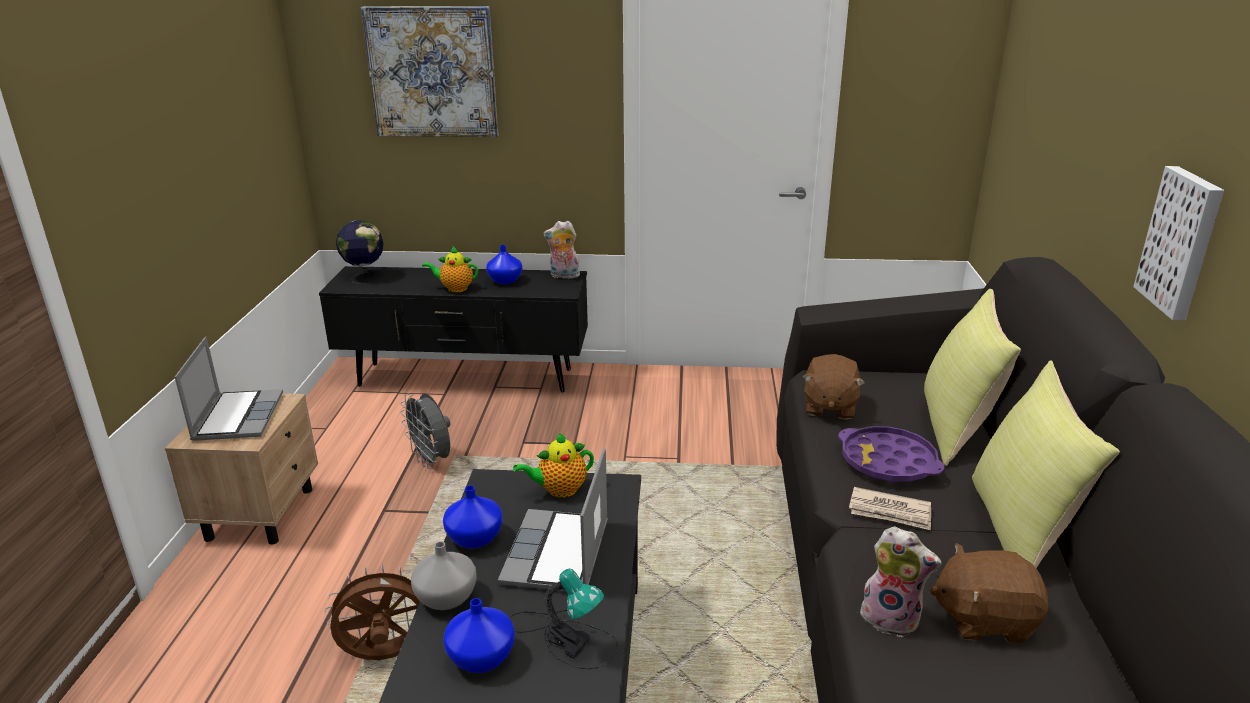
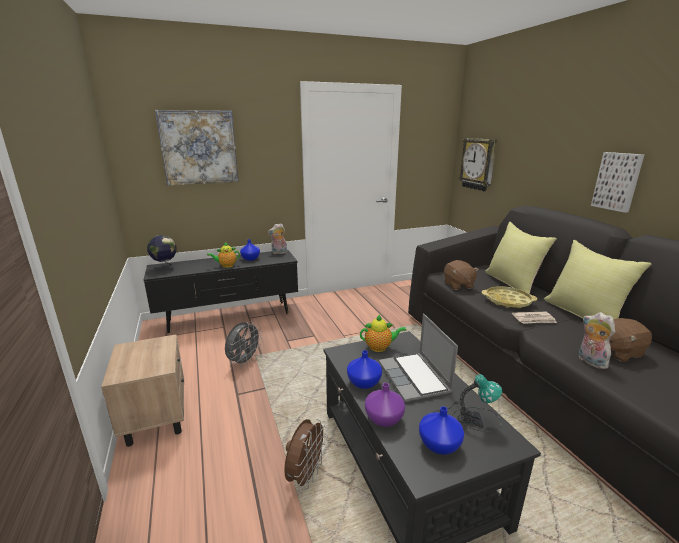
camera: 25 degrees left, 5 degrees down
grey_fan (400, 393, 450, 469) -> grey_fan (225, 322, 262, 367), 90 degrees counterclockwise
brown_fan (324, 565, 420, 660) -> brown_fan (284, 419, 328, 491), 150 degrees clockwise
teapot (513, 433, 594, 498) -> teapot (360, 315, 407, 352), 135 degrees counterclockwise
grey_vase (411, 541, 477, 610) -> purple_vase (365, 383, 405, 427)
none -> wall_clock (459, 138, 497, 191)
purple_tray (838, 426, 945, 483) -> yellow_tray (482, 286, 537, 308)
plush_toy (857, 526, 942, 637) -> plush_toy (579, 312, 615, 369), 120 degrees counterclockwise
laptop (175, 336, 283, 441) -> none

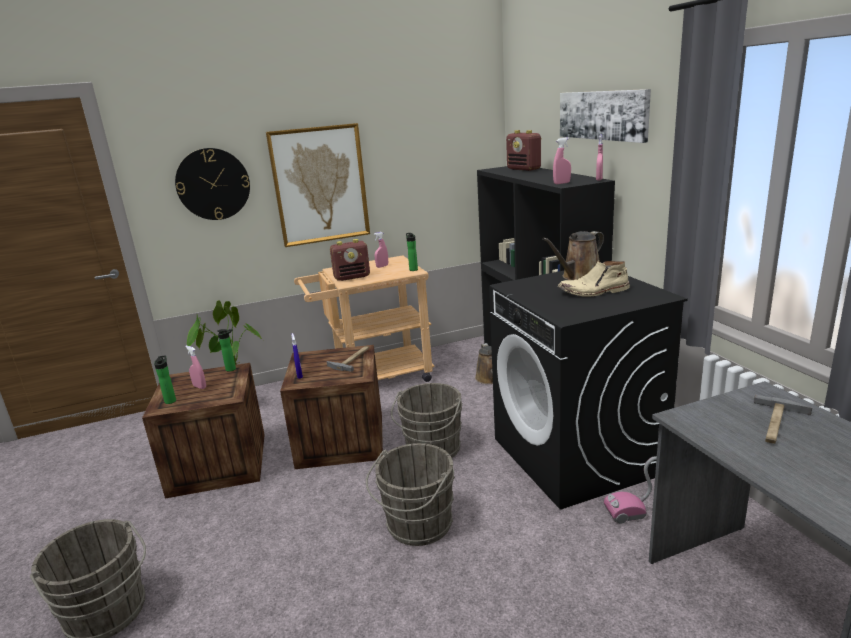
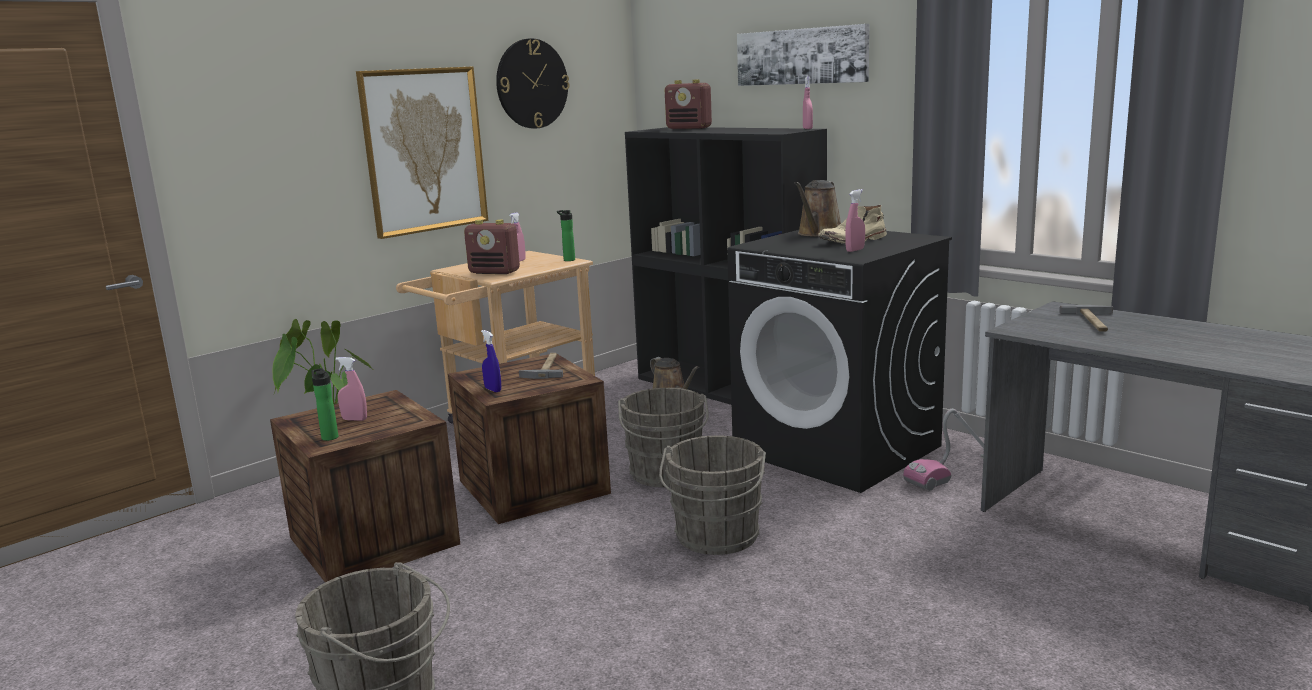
camera: 25 degrees left, 5 degrees down
radio (330, 239, 370, 281) -> radio (464, 220, 520, 274), 60 degrees clockwise
wall_clock (175, 148, 250, 220) -> wall_clock (496, 38, 570, 128), shifted
pink_spray_bottle (553, 137, 571, 184) -> pink_spray_bottle (845, 189, 865, 252), shifted
bottle (217, 329, 236, 372) -> none

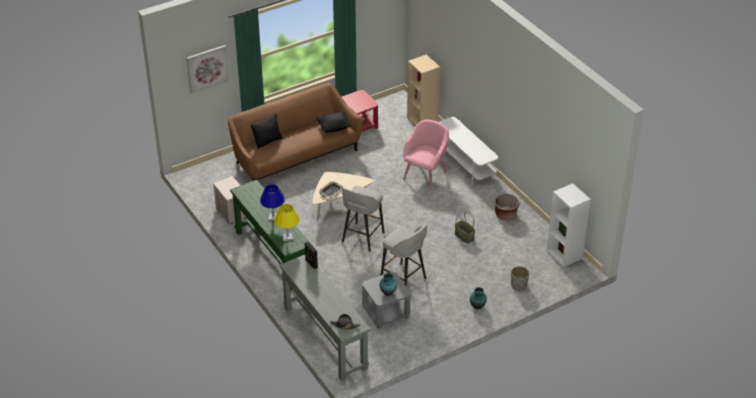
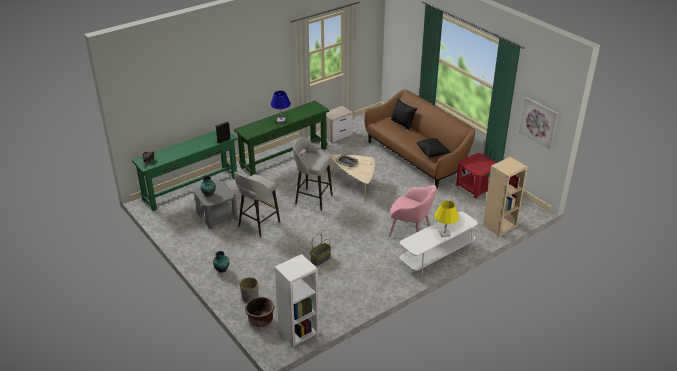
camera: 85 degrees right, 5 degrees down
grey_console_table (279, 255, 371, 381) -> green_console_table (132, 130, 238, 211)
brown_planter (494, 194, 520, 220) -> brown_planter (245, 297, 274, 327), shifted
yellow_table_lamp (274, 204, 299, 241) -> yellow_table_lamp (435, 201, 459, 237), shifted
picture (186, 45, 229, 94) -> picture (519, 97, 559, 149), shifted

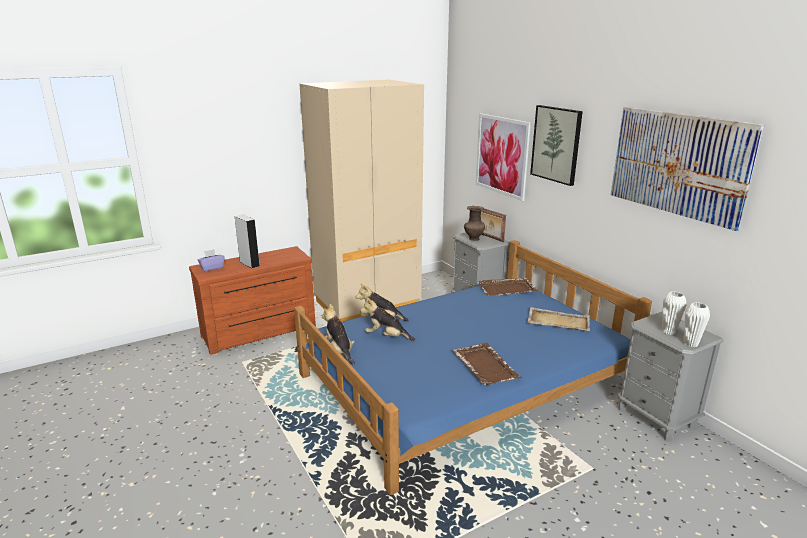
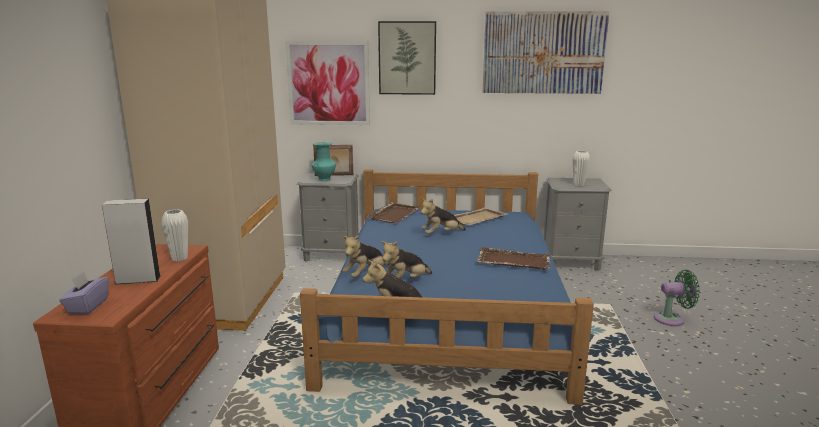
camera: 55 degrees left, 5 degrees down
white_vase (684, 302, 710, 347) -> white_vase (161, 209, 188, 261), shifted
brown_vase (464, 206, 485, 241) -> turquoise_vase (312, 142, 336, 181)
none -> plush_toy (421, 198, 466, 234)
none -> green_fan (654, 270, 700, 326)

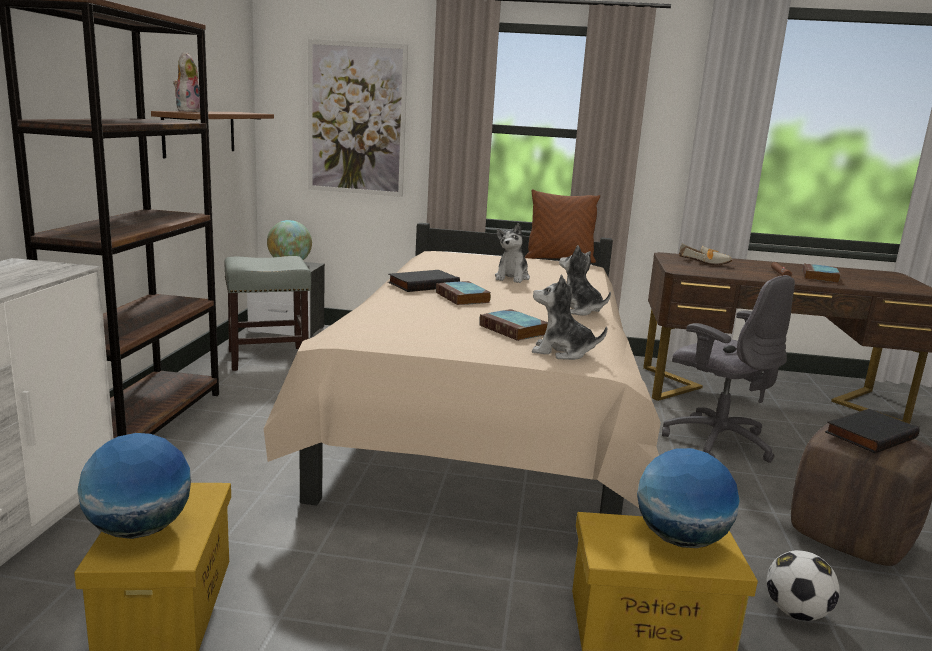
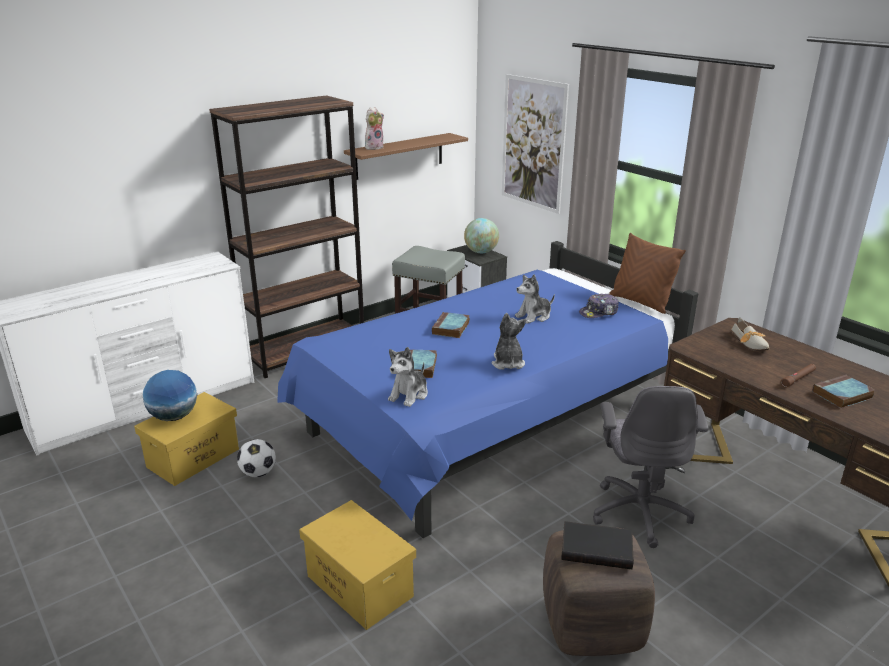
camera: 45 degrees right, 10 degrees up
football (767, 550, 840, 621) -> football (237, 439, 276, 477), shifted
beige_bed (264, 223, 661, 515) -> blue_bed (277, 241, 698, 538)
plush_toy (532, 274, 608, 360) -> plush_toy (388, 347, 428, 407), 120 degrees counterclockwise
none -> cap (579, 294, 619, 318)
black_book (388, 270, 460, 292) -> none
globe (637, 448, 740, 548) -> none

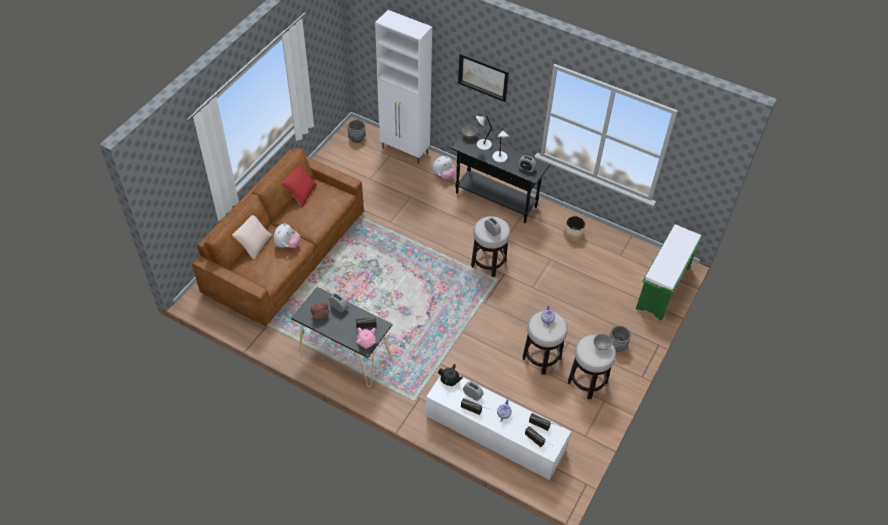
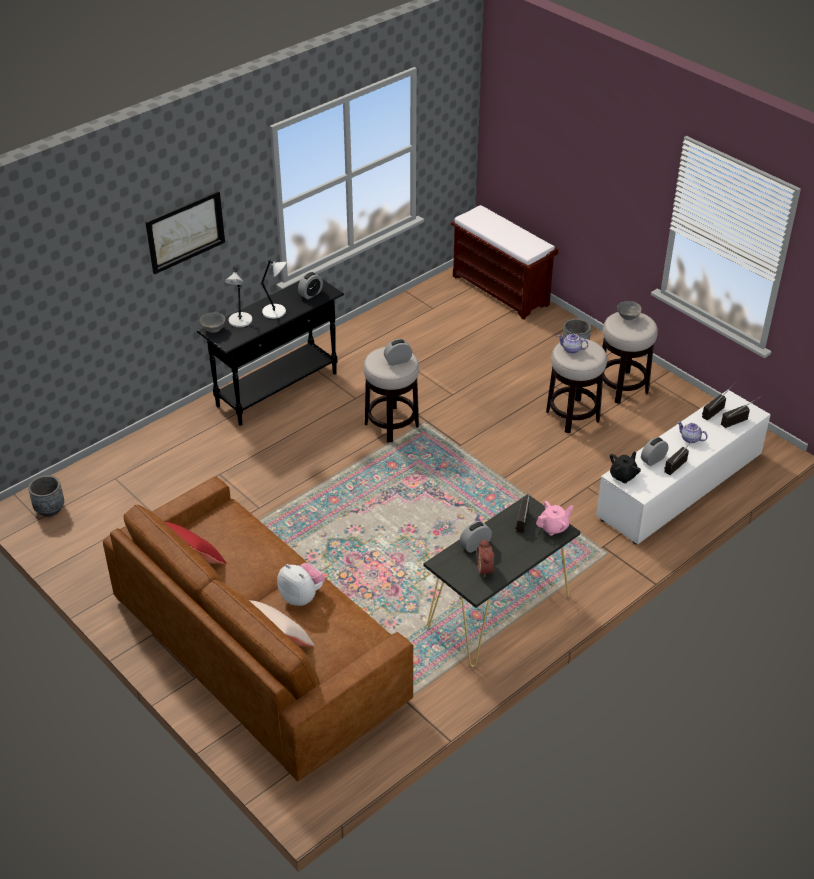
camera: 70 degrees left, 10 degrees down
green_bench (636, 224, 703, 321) -> brown_bench (451, 205, 558, 320)
white_cabinet (375, 10, 432, 164) -> none
plush_toy (432, 156, 455, 180) -> none
planter (564, 216, 585, 242) -> none

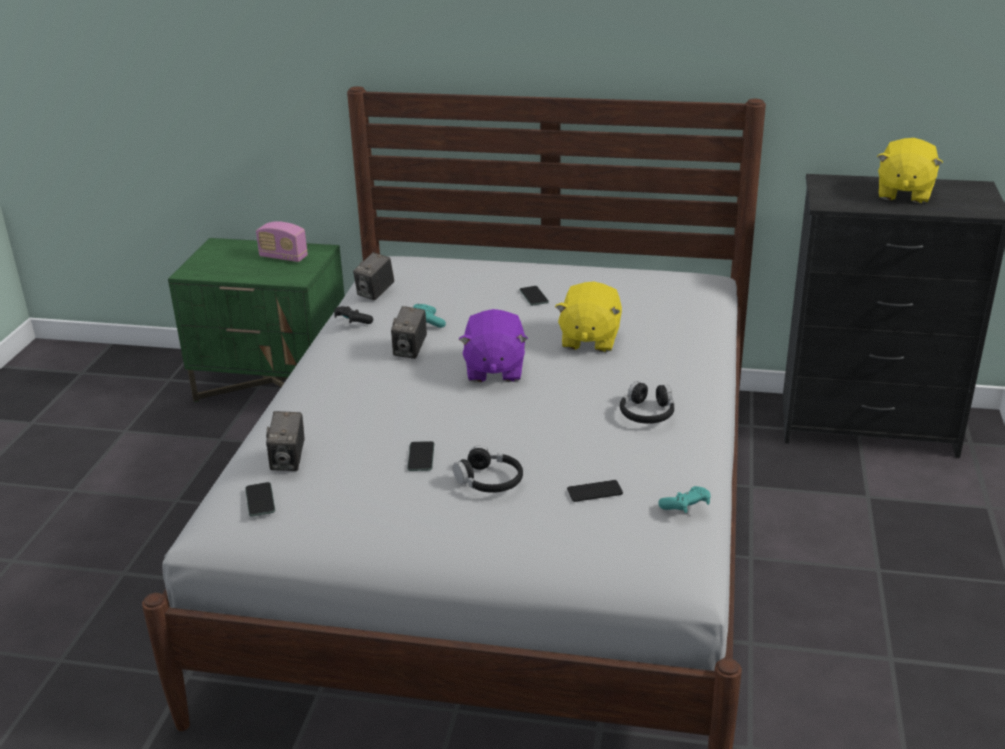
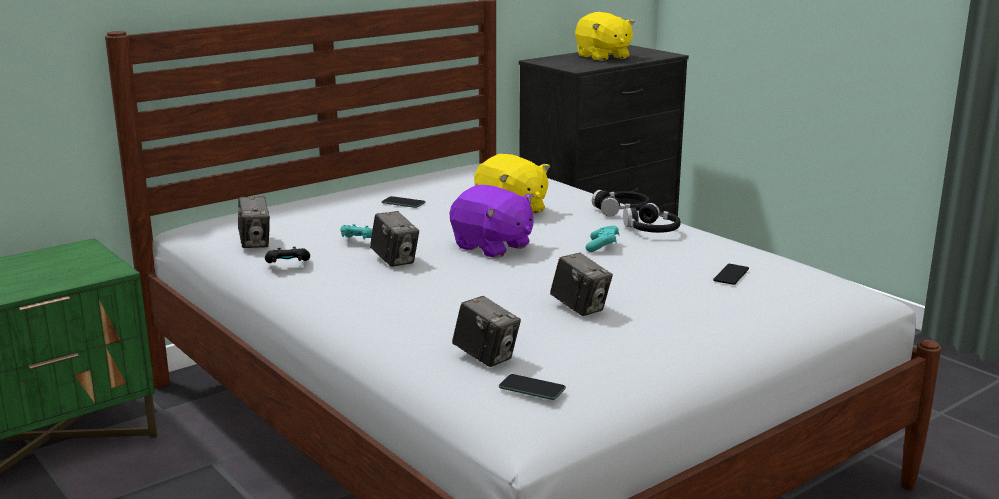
camera: 50 degrees left, 10 degrees down
phone (407, 441, 434, 471) -> photo_camera (550, 253, 613, 316)
turquoise_game_controller (658, 486, 711, 513) -> turquoise_game_controller (586, 226, 619, 252), shifted
black_headphones (453, 445, 523, 493) -> black_headphones (592, 190, 650, 217), shifted
radio (256, 221, 308, 262) -> none

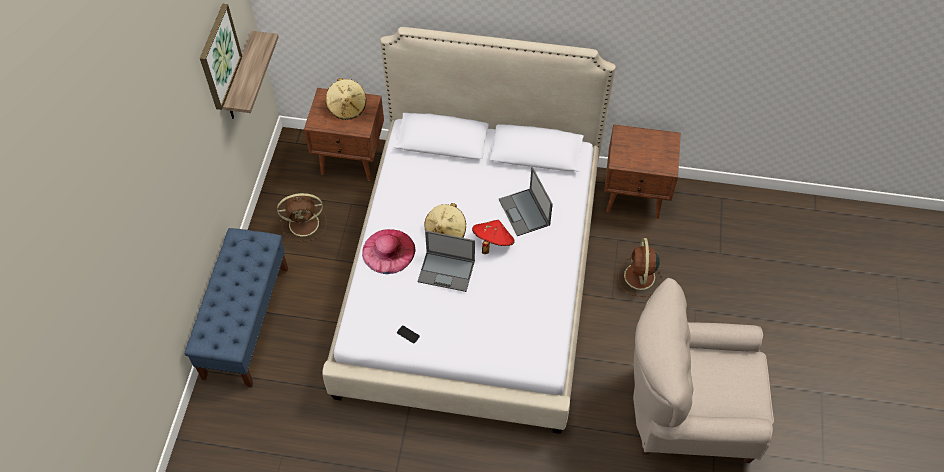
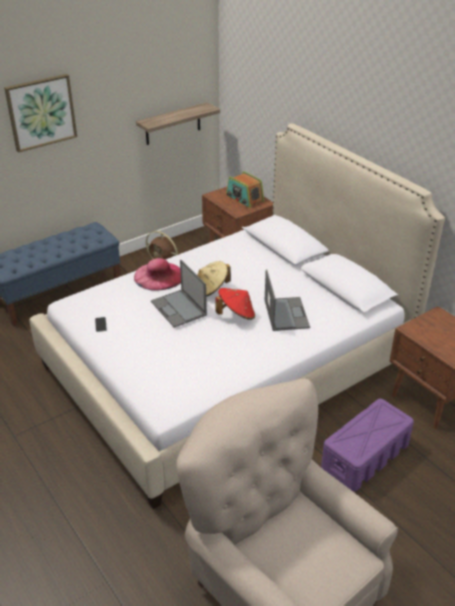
camera: 45 degrees right, 20 degrees down
picture (200, 4, 242, 110) -> picture (4, 74, 77, 153), shifted
beige_hat (326, 78, 366, 120) -> radio (226, 171, 264, 208)
laptop (499, 167, 553, 236) -> laptop (265, 269, 310, 331), 150 degrees clockwise
brown_fan (618, 238, 663, 297) -> purple_storage_box (321, 399, 414, 491)

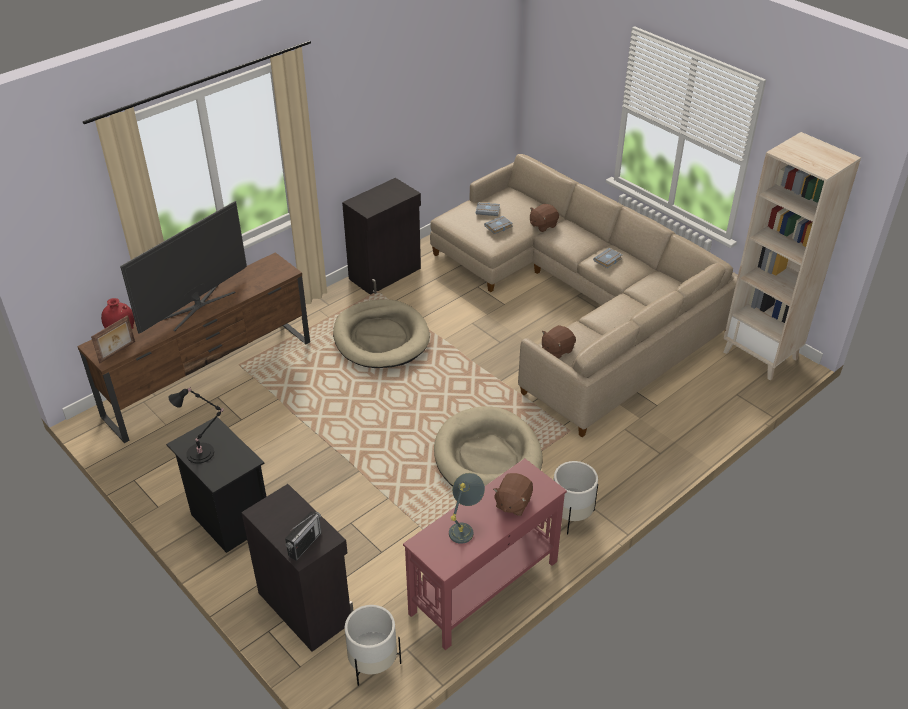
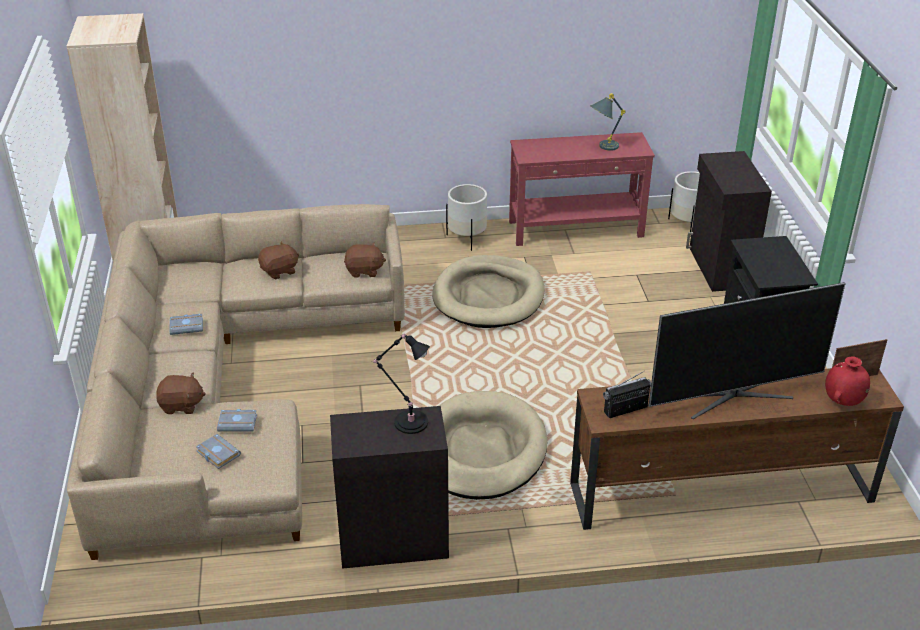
camera: 145 degrees left, 5 degrees down
brown_plush_toy (493, 473, 533, 516) -> brown_plush_toy (258, 241, 299, 279), shifted
black_table_lamp (169, 387, 224, 464) -> black_table_lamp (372, 334, 430, 434), shifted
radio (285, 512, 322, 561) -> radio (603, 370, 651, 418), shifted

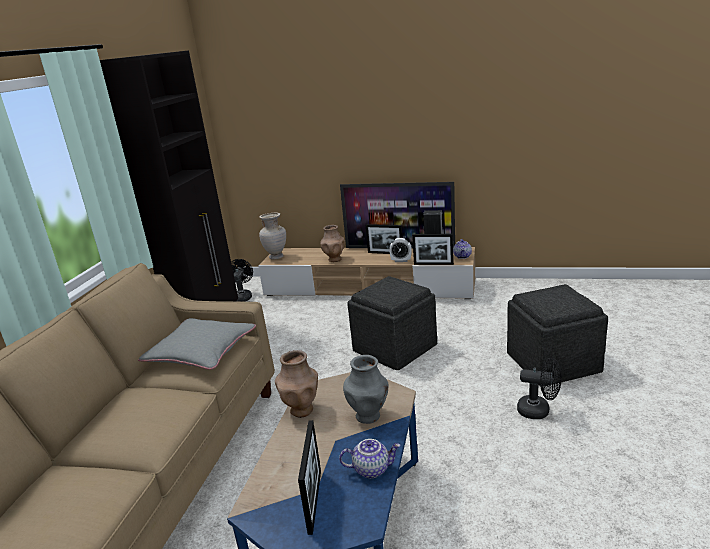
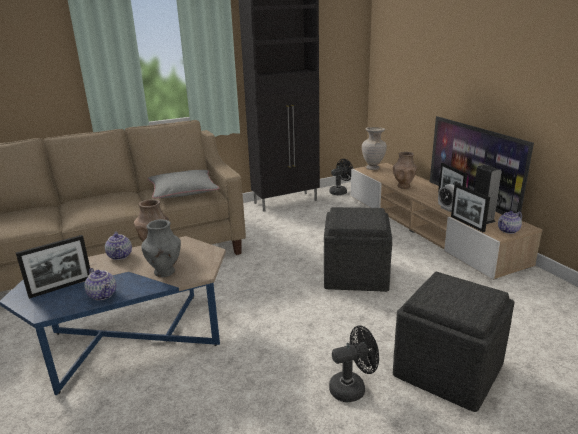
camera: 50 degrees right, 0 degrees up
none -> teapot (105, 231, 132, 260)
black_fan (517, 358, 562, 419) -> black_fan (329, 325, 379, 402), 90 degrees counterclockwise

